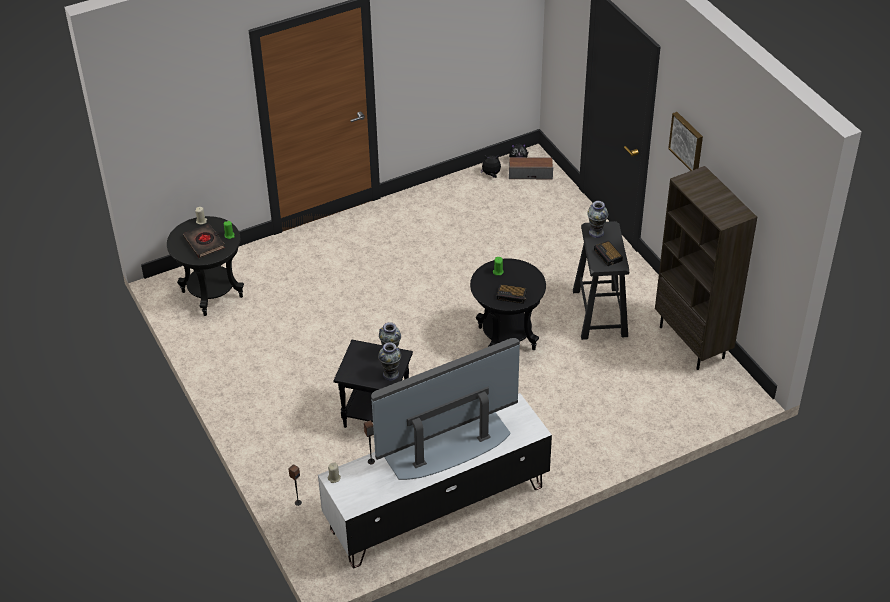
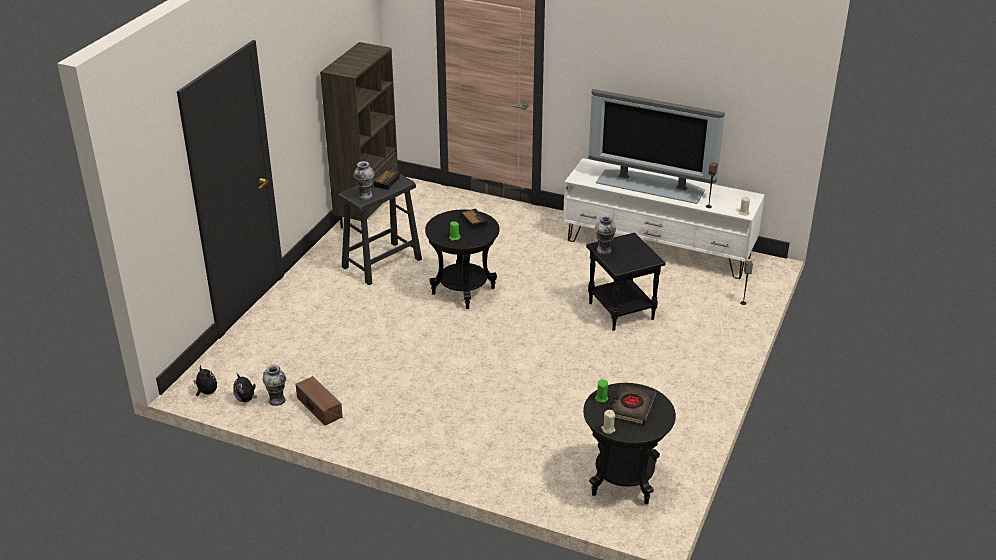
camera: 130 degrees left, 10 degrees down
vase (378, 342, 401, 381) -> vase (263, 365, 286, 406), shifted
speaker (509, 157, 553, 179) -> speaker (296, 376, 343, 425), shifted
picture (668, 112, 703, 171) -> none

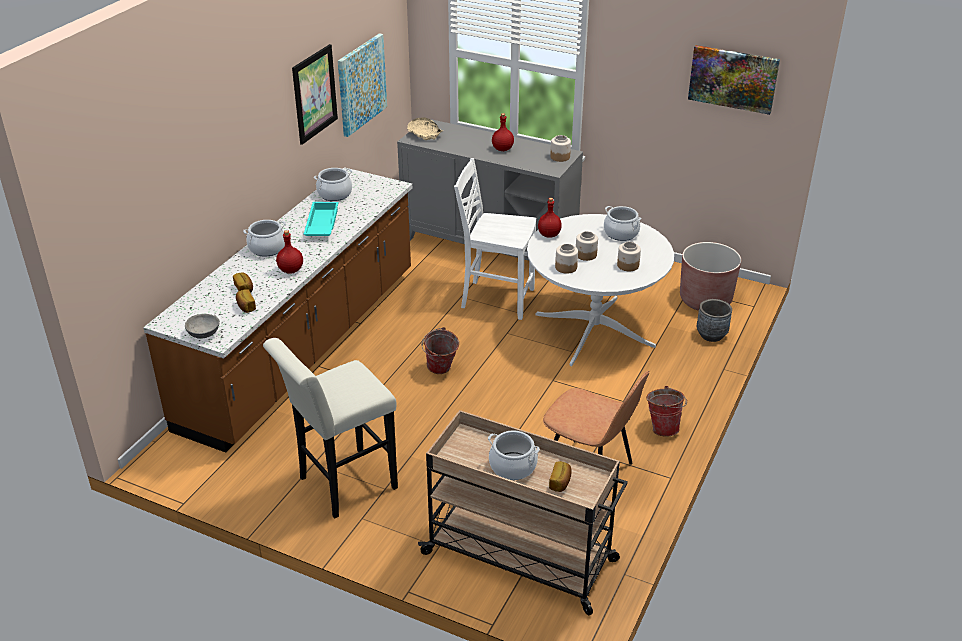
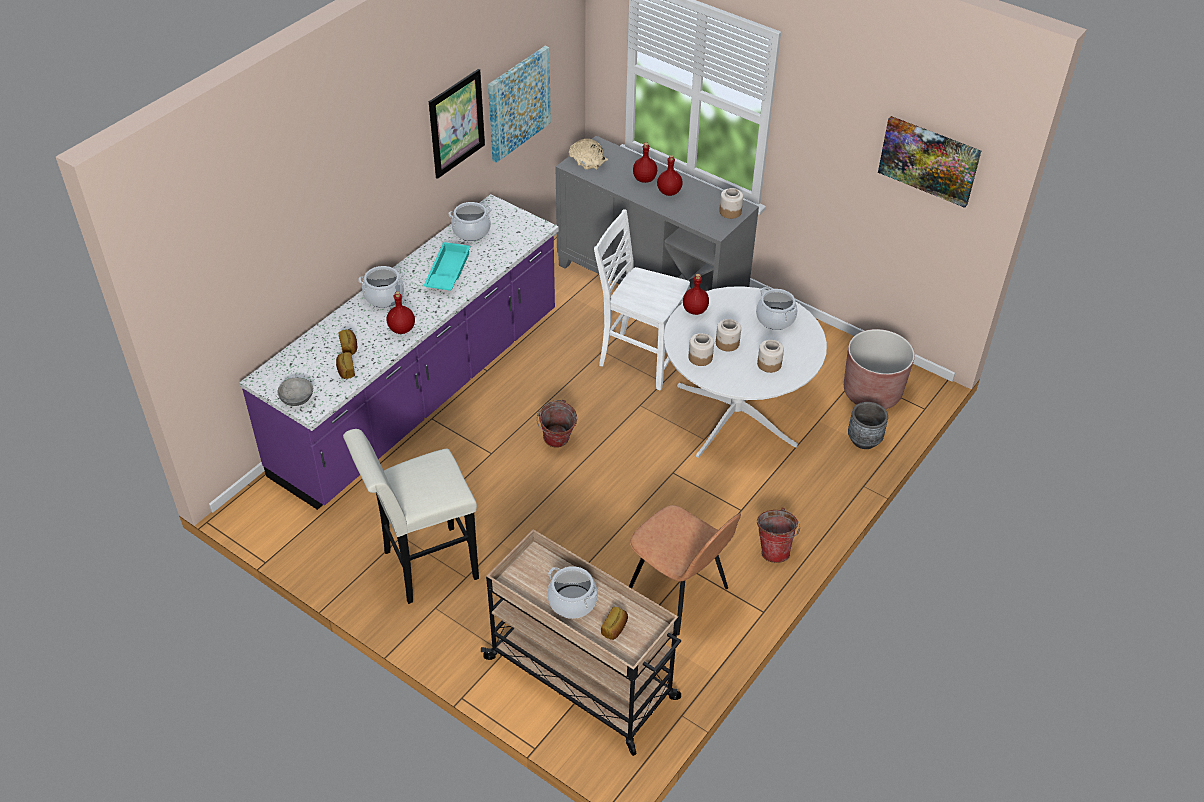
camera: 10 degrees right, 10 degrees up
brown_counter (143, 167, 412, 453) -> purple_counter (239, 194, 559, 510)
none -> red_bottle (633, 143, 657, 183)

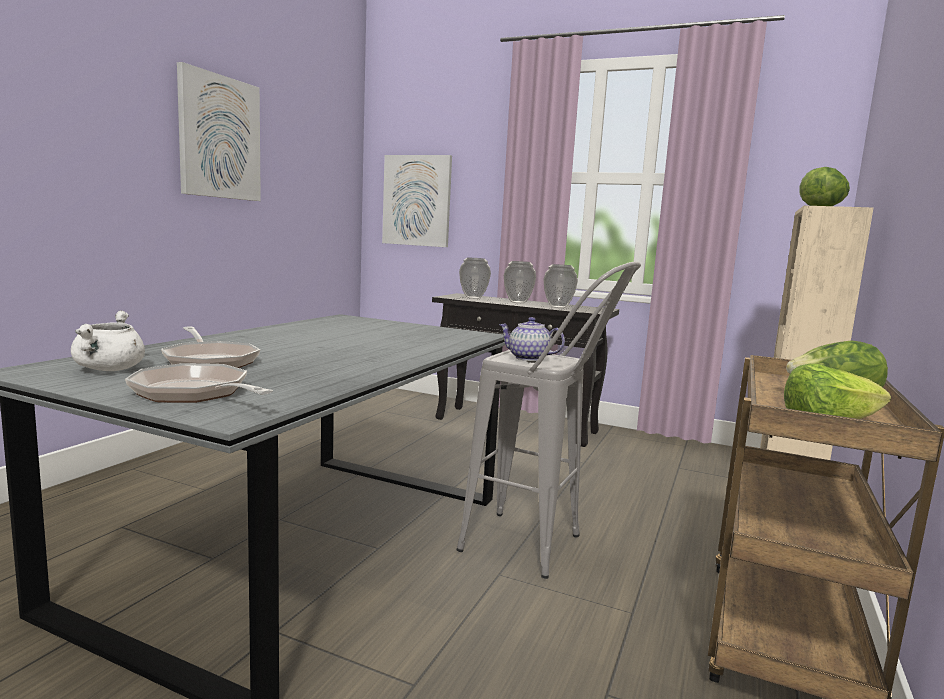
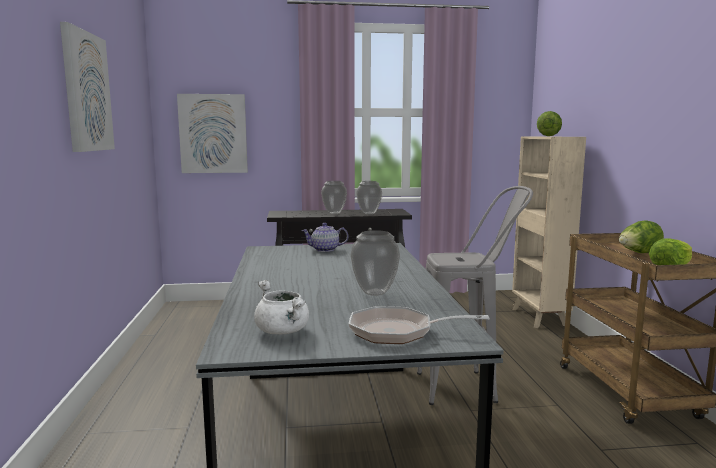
camera: 30 degrees left, 0 degrees up
teapot (499, 317, 565, 361) -> teapot (302, 223, 348, 252), shifted
vase (459, 258, 491, 299) -> vase (350, 230, 400, 296), shifted
frying_pan (161, 326, 260, 368) -> none

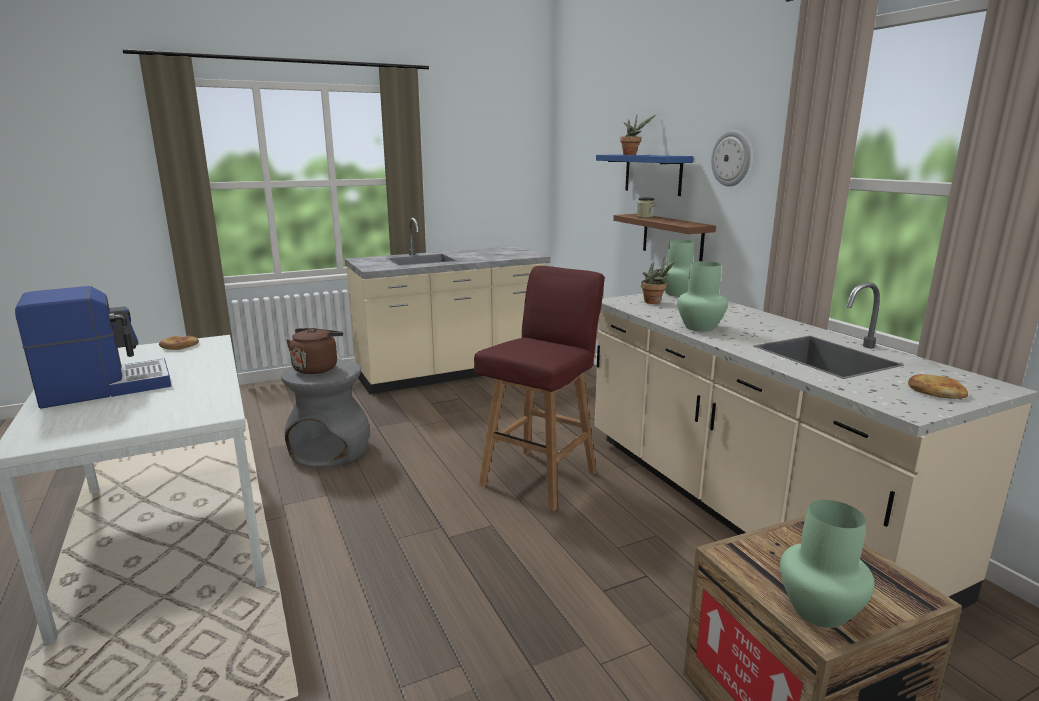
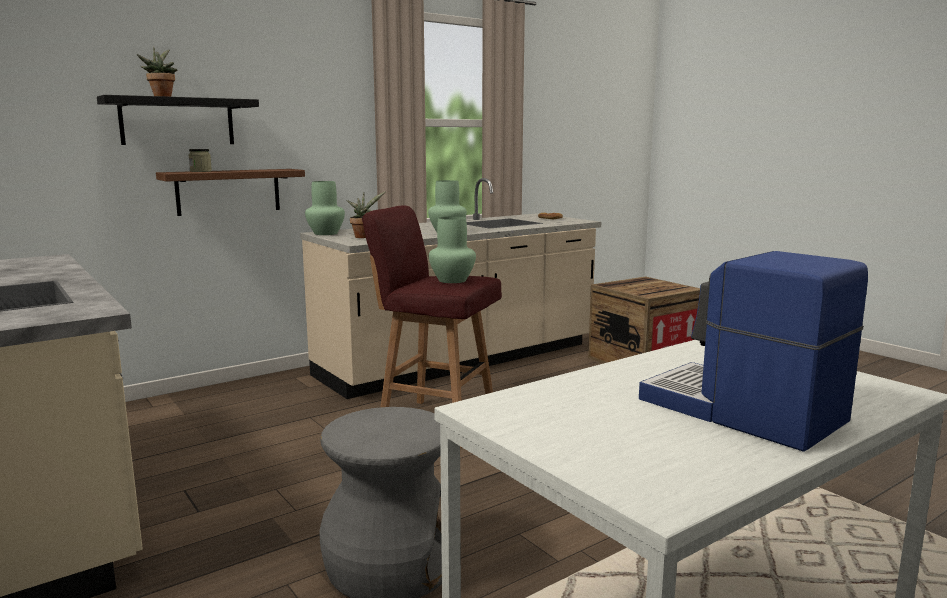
camera: 100 degrees left, 5 degrees down
blue_shelf (596, 155, 694, 196) -> black_shelf (97, 95, 259, 145)
green_vase (780, 500, 875, 628) -> green_vase (429, 217, 476, 283), shifted
bread (159, 336, 199, 350) -> none
brown_kettle (286, 328, 343, 374) -> none
wall_clock (711, 130, 751, 187) -> none

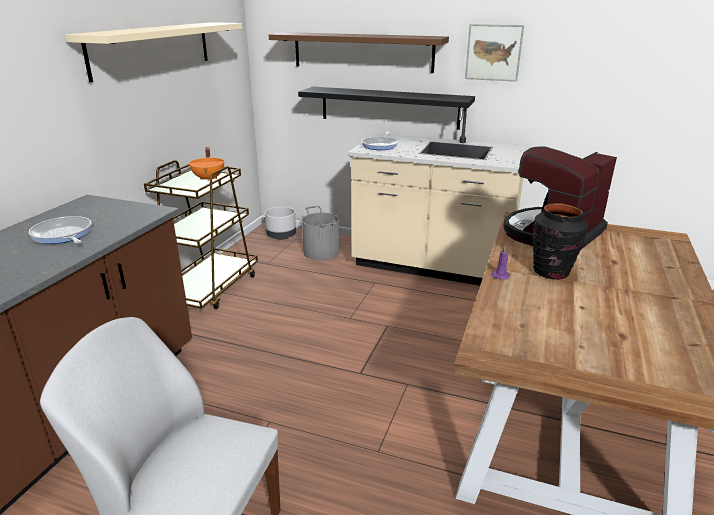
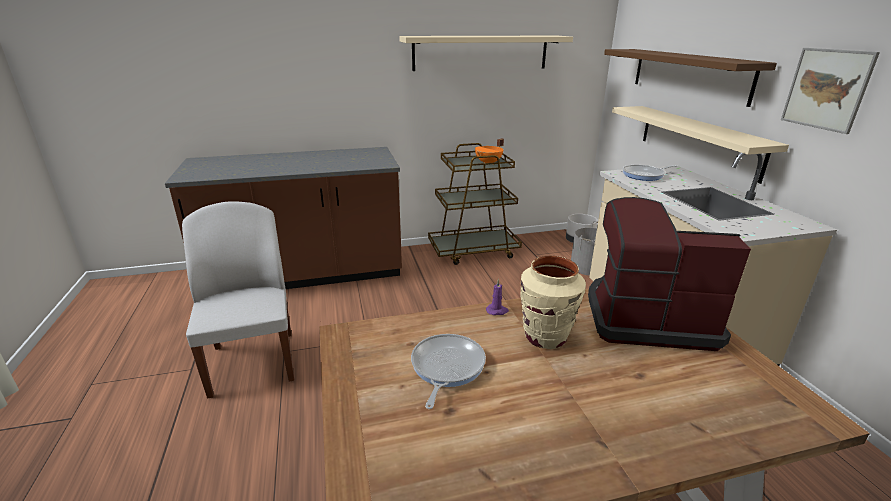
camera: 55 degrees right, 0 degrees up
frying_pan (29, 216, 92, 244) -> frying_pan (411, 334, 486, 409), shifted
black_vase (533, 203, 589, 280) -> beige_vase (520, 256, 586, 349)
black_shelf (298, 87, 475, 130) -> beige_shelf (612, 106, 789, 184)

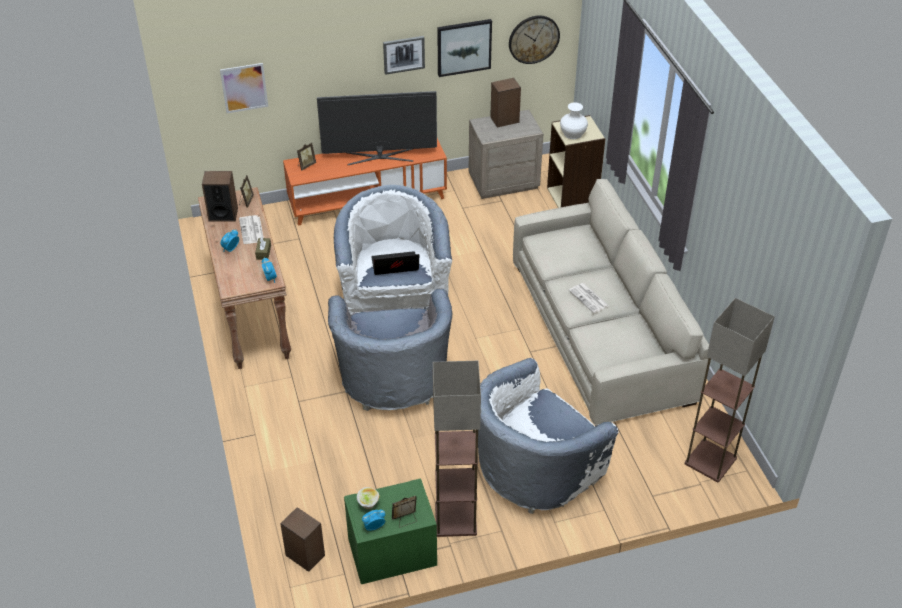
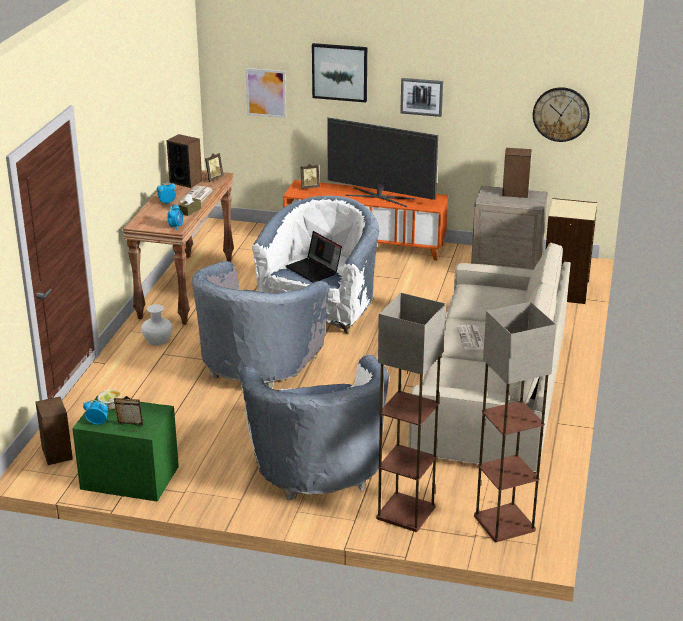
camera: 30 degrees right, 15 degrees down
white_vase (560, 102, 588, 139) -> white_vase (141, 304, 173, 345), shifted
white_armchair (478, 358, 619, 514) -> white_armchair (240, 355, 389, 500), 90 degrees counterclockwise
laptop (371, 251, 419, 275) -> laptop (286, 231, 342, 282), 150 degrees counterclockwise
picture (437, 19, 492, 77) -> picture (312, 43, 367, 102), shifted
floor_lamp (433, 361, 481, 537) -> floor_lamp (376, 293, 446, 532), shifted

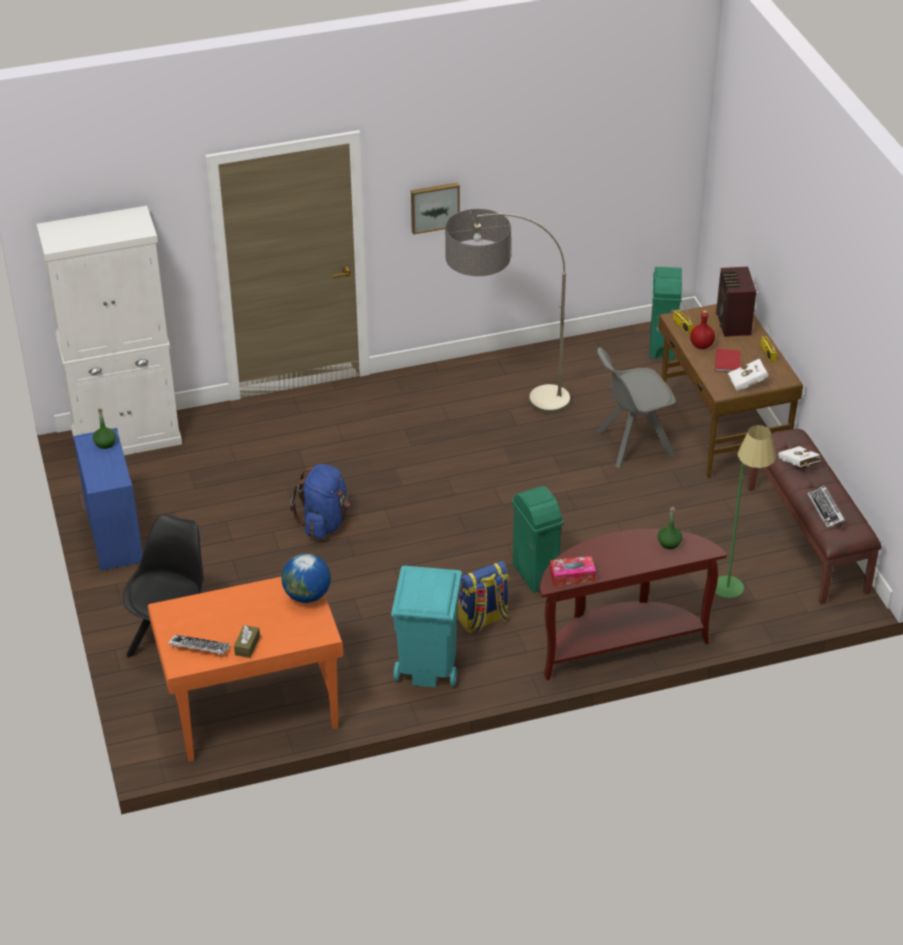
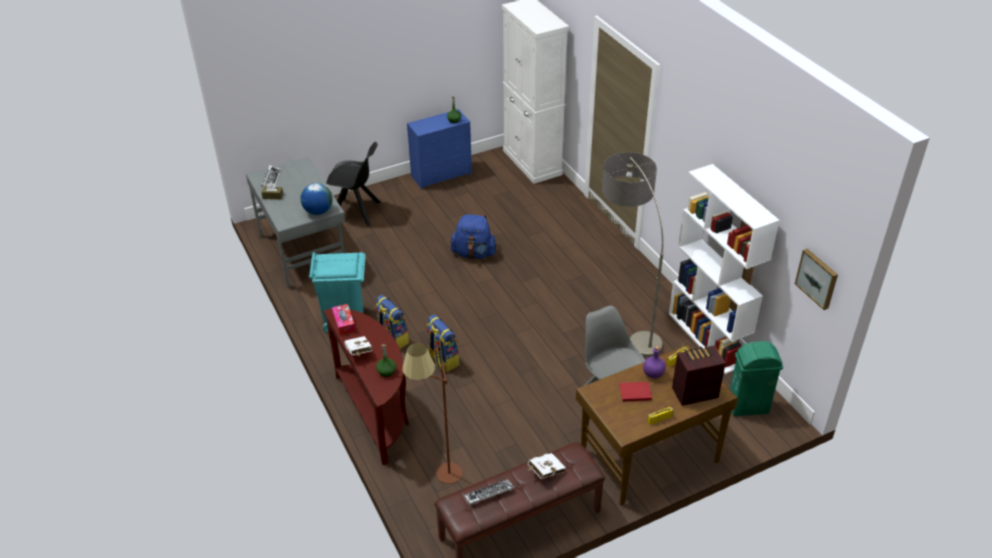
camera: 80 degrees right, 0 degrees up
orange_desk (148, 576, 343, 762) -> grey_desk (246, 157, 345, 288)
white_book (728, 358, 772, 391) -> white_book (344, 336, 372, 356), shifted
green_floor_lamp (715, 425, 776, 599) -> brown_floor_lamp (402, 343, 462, 484)
green_trash_can (512, 486, 563, 593) -> backpack (426, 315, 460, 372)
red_bottle (690, 310, 715, 349) -> purple_bottle (643, 346, 666, 379)
none -> white_bookcase (669, 164, 780, 374)
picture (411, 182, 460, 235) -> picture (795, 249, 838, 310), shifted

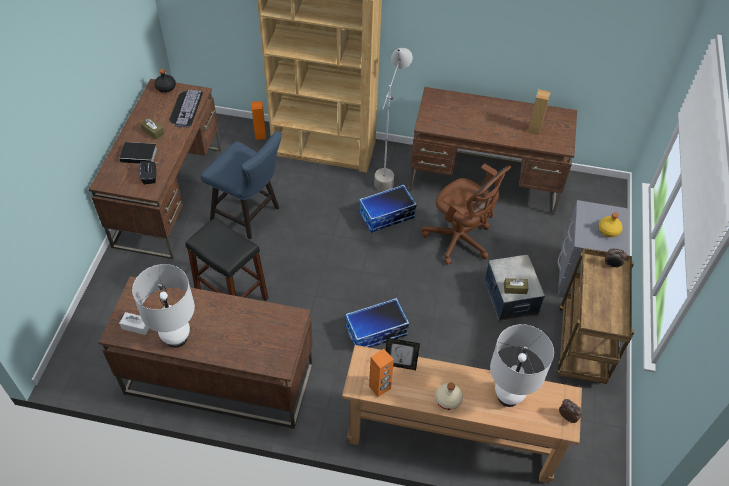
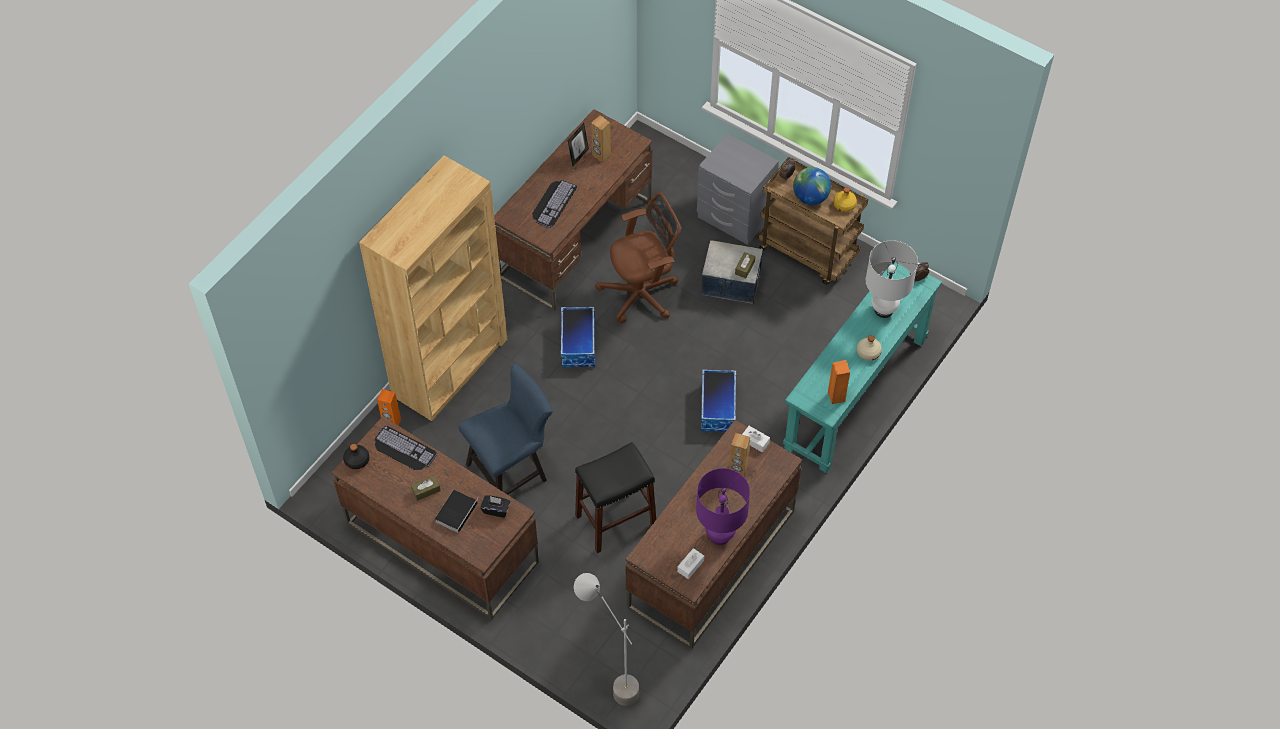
camera: 65 degrees left, 5 degrees up
none -> keyboard (532, 180, 577, 228)
picture_frame (386, 338, 420, 370) -> picture_frame (568, 123, 589, 166), shifted
grey_floor_lamp (374, 48, 413, 191) -> grey_floor_lamp (574, 573, 639, 706), shifted
white_table_lamp (132, 264, 195, 348) -> purple_table_lamp (696, 468, 750, 545)
none -> brown_speaker (729, 433, 750, 477)
none -> white_tissue_box (742, 426, 770, 452)
brown_console_table (342, 345, 582, 483) -> turquoise_console_table (783, 263, 942, 473)
none -> globe (793, 167, 831, 205)
yellow_bottle (598, 212, 622, 237) -> yellow_bottle (833, 187, 857, 212), shifted

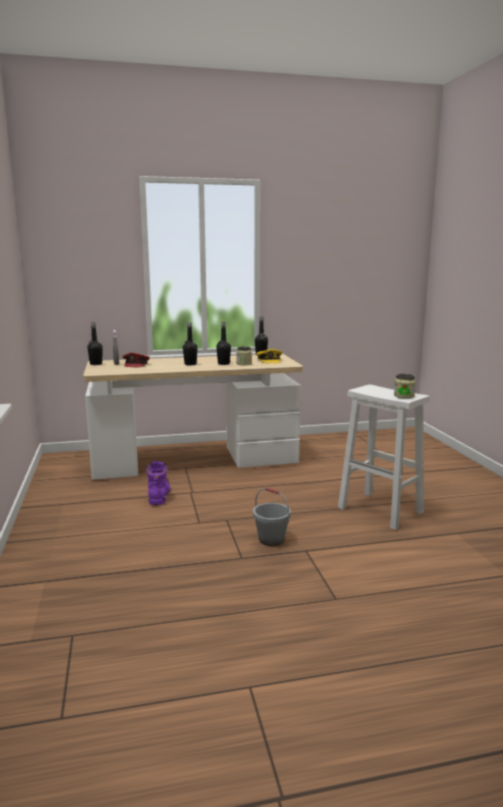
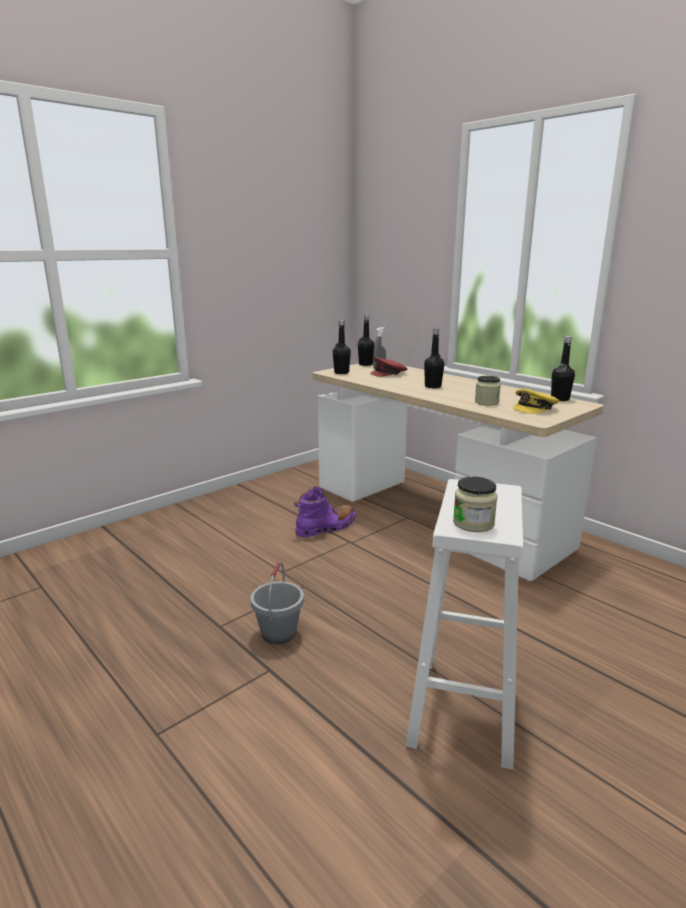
camera: 60 degrees right, 5 degrees up
black_bottle (216, 322, 231, 365) -> black_bottle (333, 320, 351, 374), shifted

